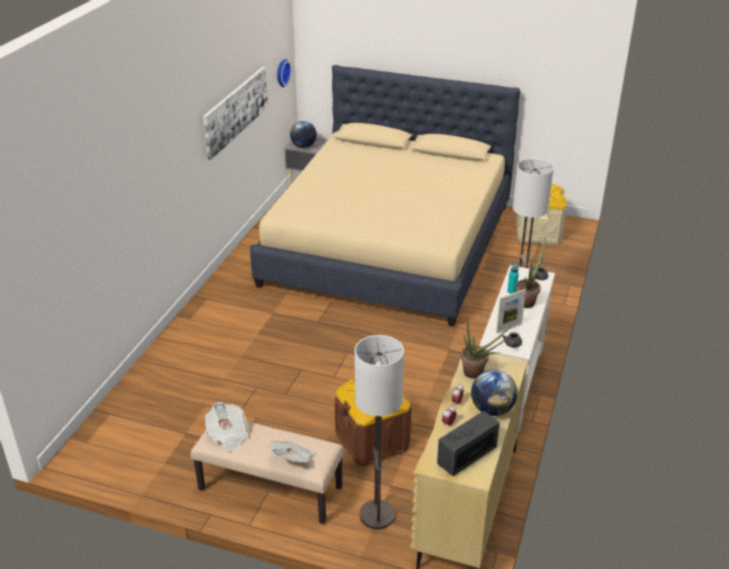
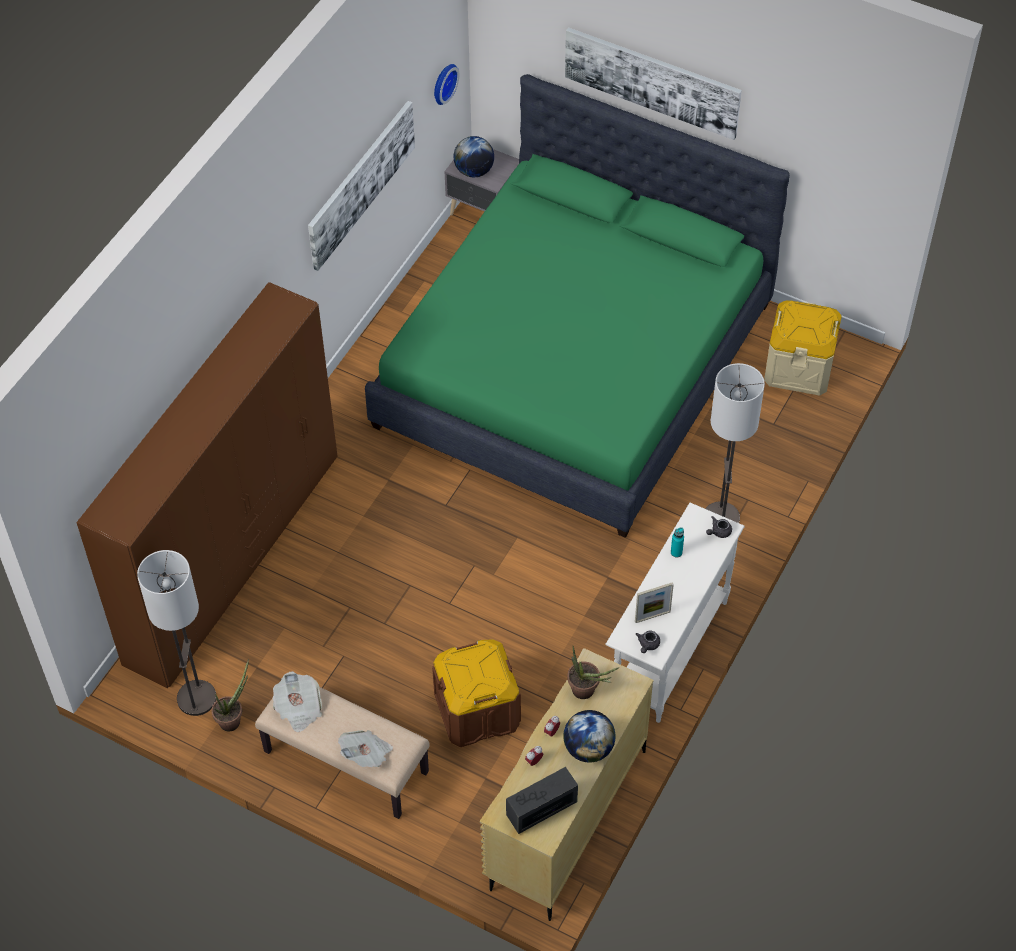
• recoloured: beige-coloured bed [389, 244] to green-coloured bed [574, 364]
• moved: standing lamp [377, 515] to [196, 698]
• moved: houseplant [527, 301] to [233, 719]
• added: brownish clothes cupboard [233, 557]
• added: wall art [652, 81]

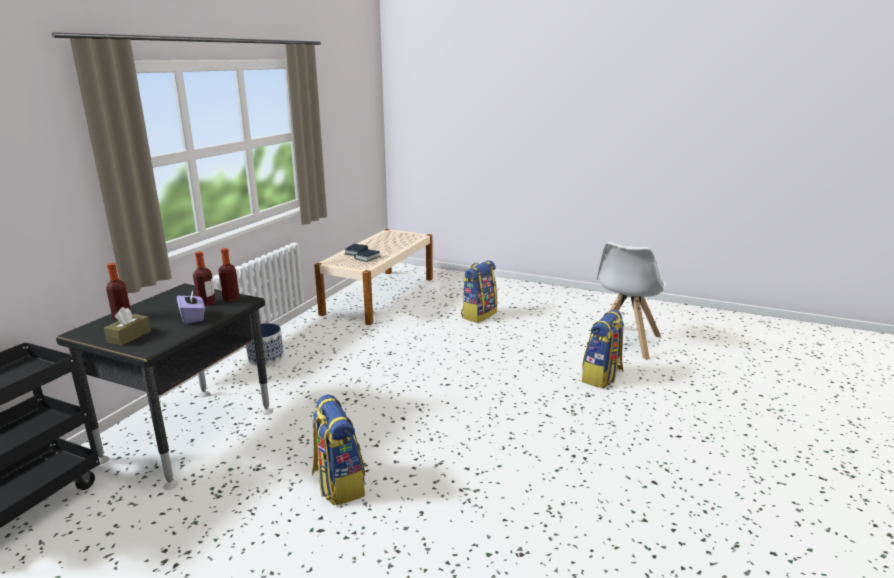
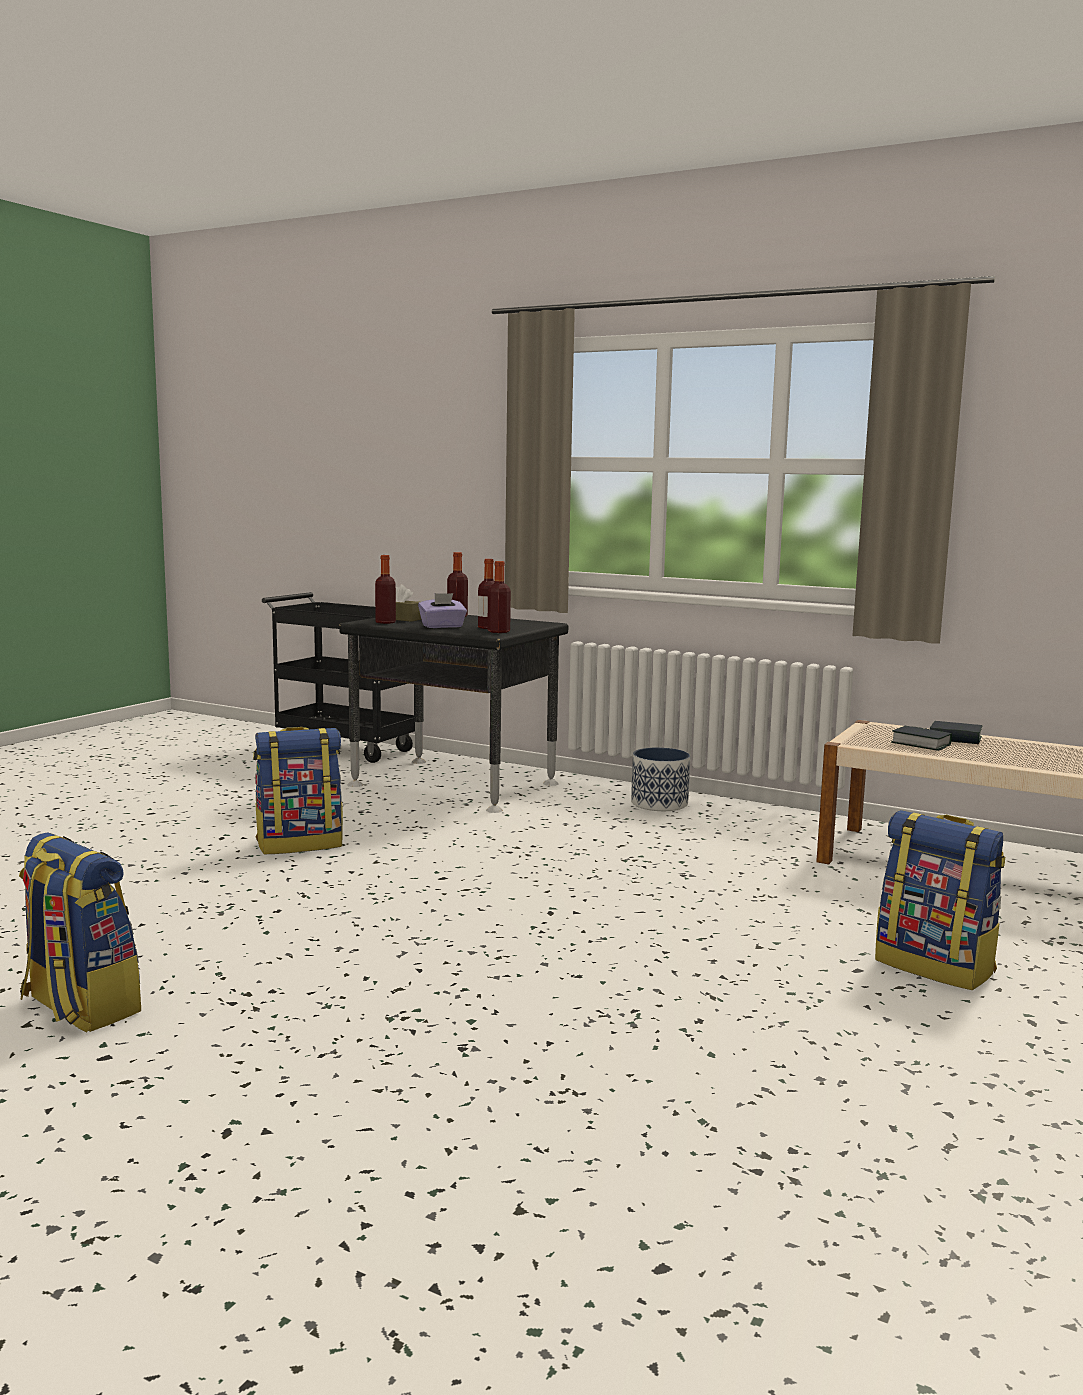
• moved: knapsack [602, 377] to [79, 1007]
• removed: upright chair [624, 342]
• added: bottle [385, 622]

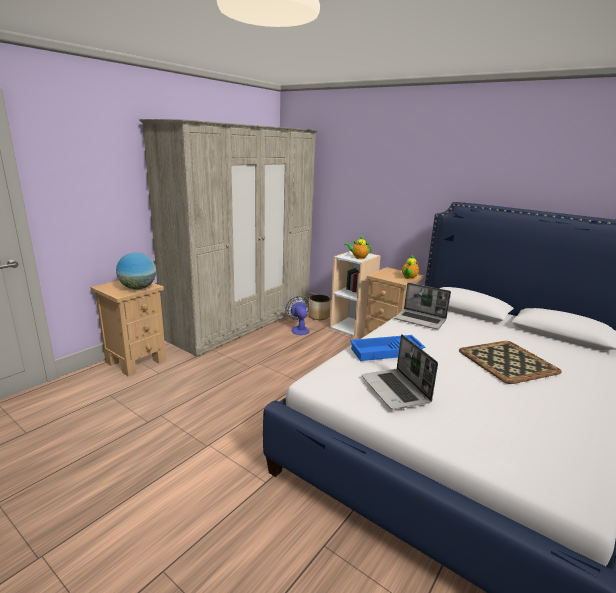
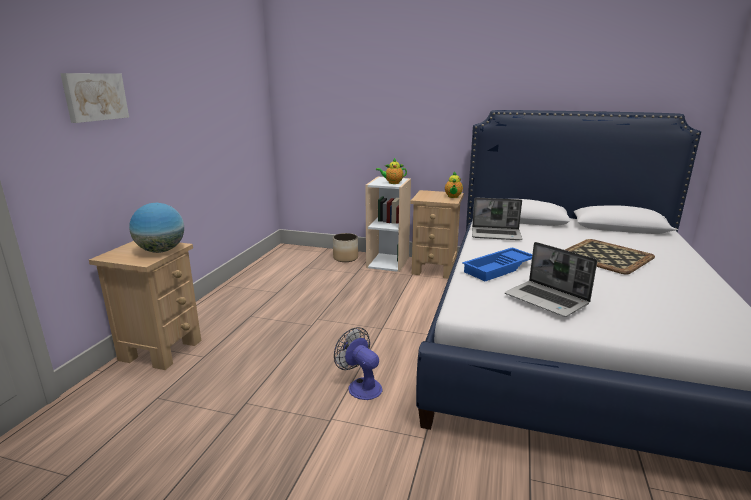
• removed: beige-coloured clothes cupboard [243, 321]
• moved: electric fan [299, 329] to [360, 386]
• added: wall art [94, 97]

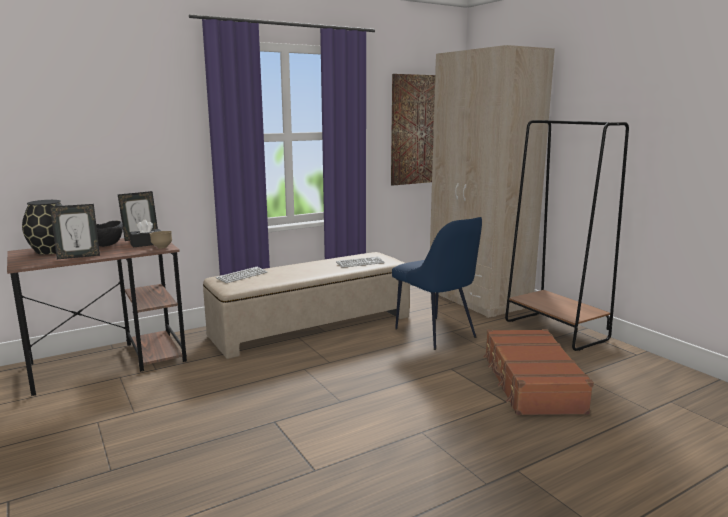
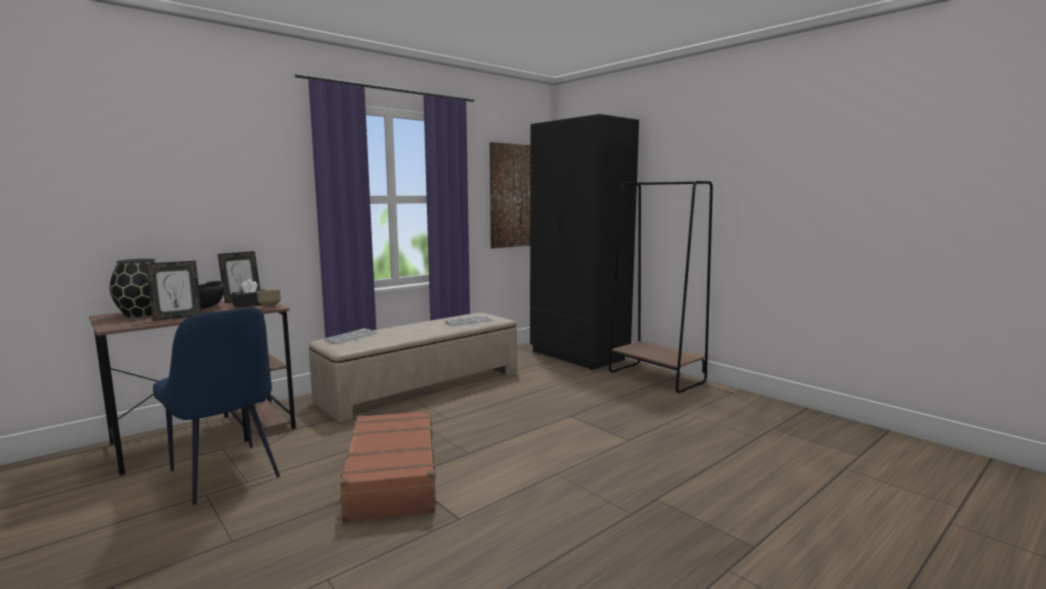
• moved: bluish upright chair [436, 333] to [226, 473]
• recoloured: beige-coloured clothes cupboard [478, 300] to black clothes cupboard [579, 356]
• moved: brownish piece of luggage [531, 383] to [391, 477]

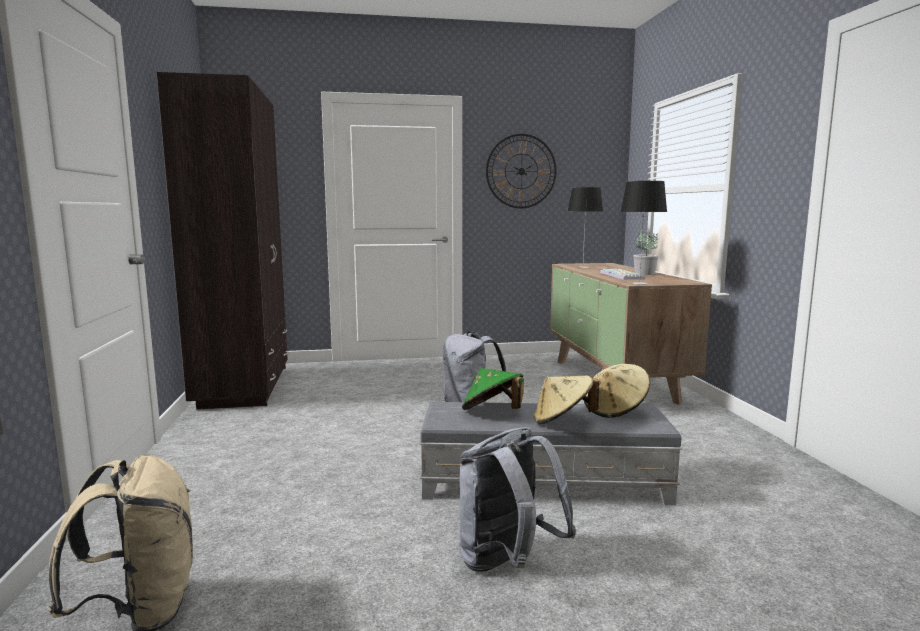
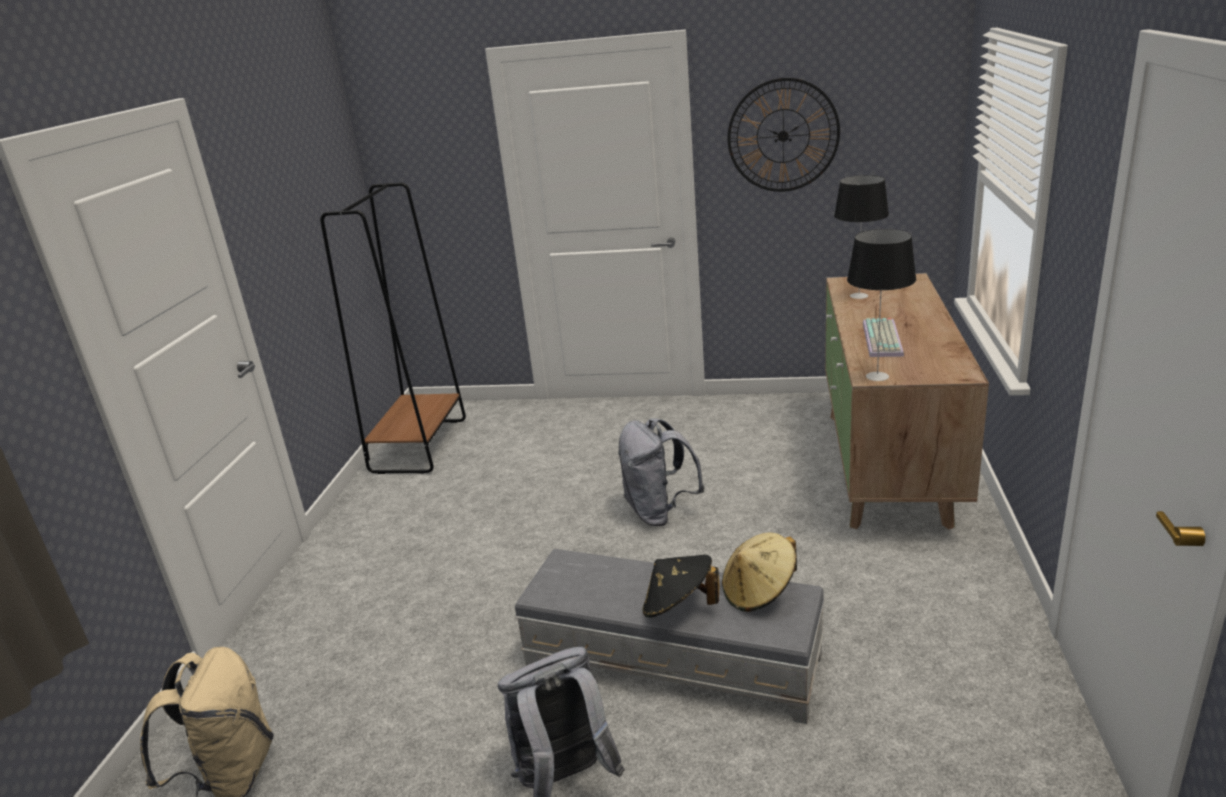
• replaced: brownish clothes cupboard [244, 387] to garment stand [419, 446]
• removed: green-coloured hat [492, 412]
• recoloured: beige-coloured hat [562, 420] to black hat [679, 607]
• removed: houseplant [644, 273]

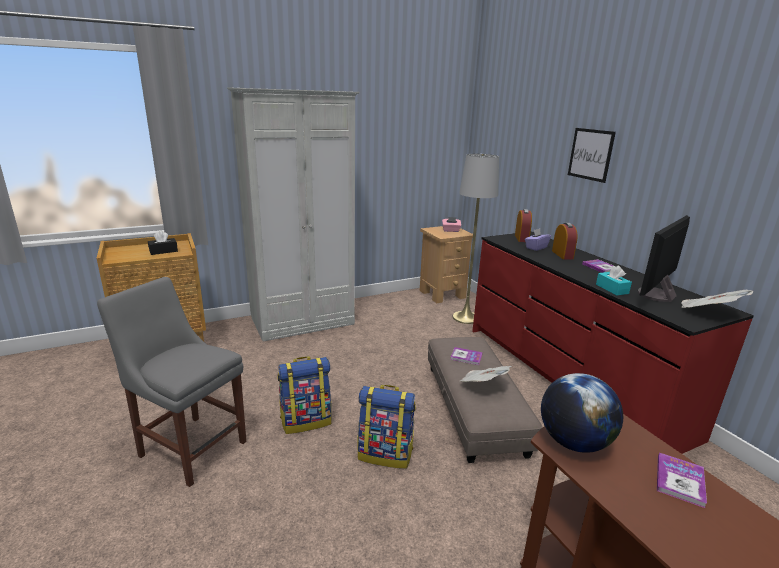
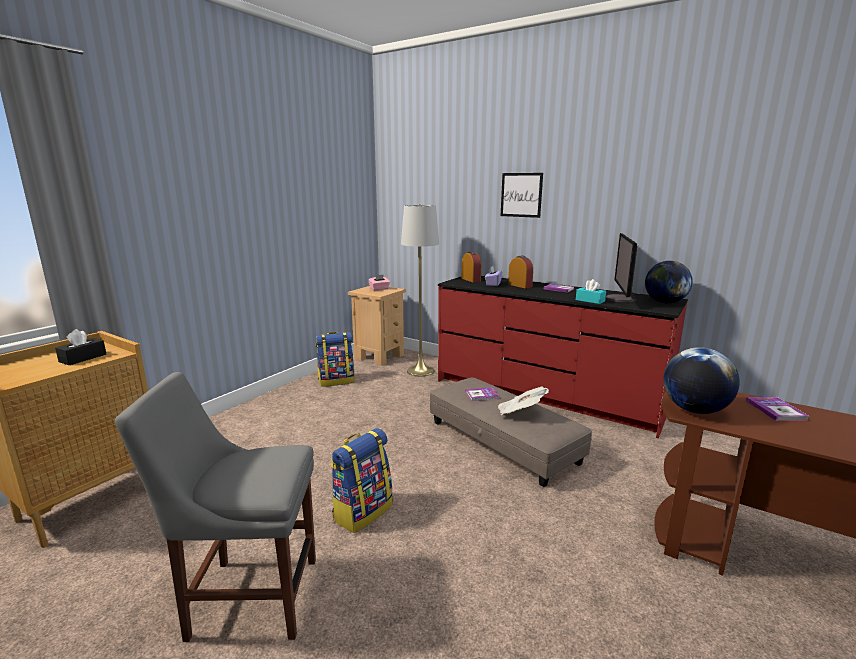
• removed: white clothes cupboard [302, 320]
• moved: knapsack [386, 454] to [336, 381]
• replaced: newspaper [708, 312] to desk globe [665, 302]

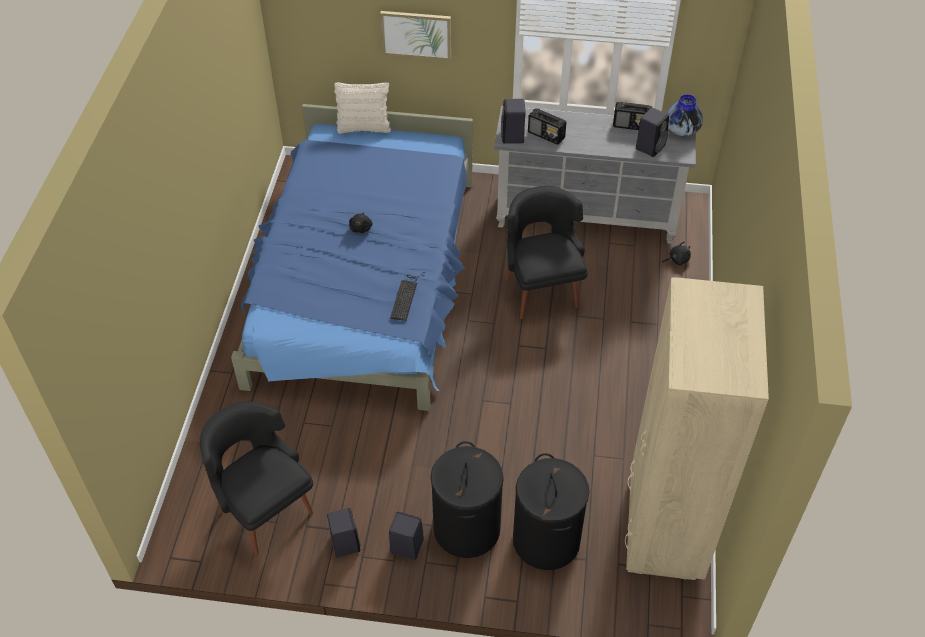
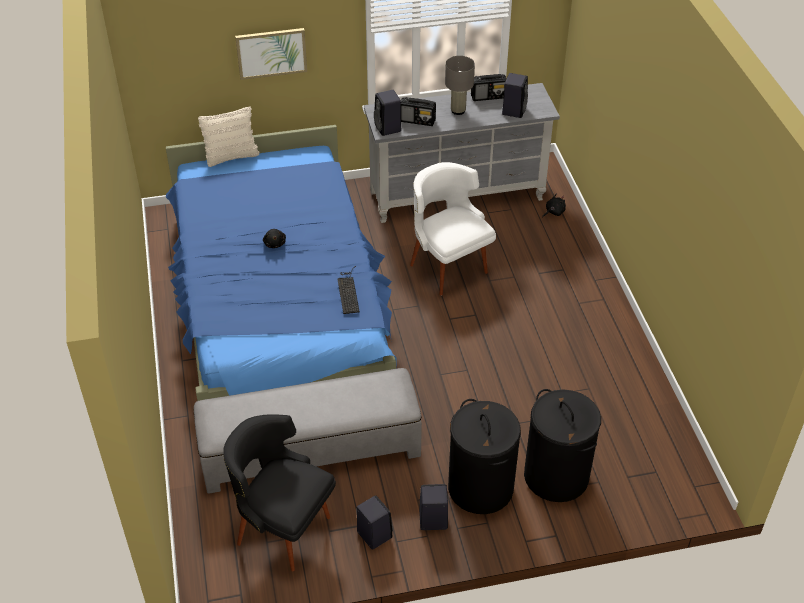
• recoloured: black upright chair [541, 293] to white upright chair [449, 270]
• removed: beige-coloured clothes cupboard [664, 528]
• removed: vase [681, 130]
• added: gray long seat [311, 448]
• added: gray lamp for a table [458, 110]

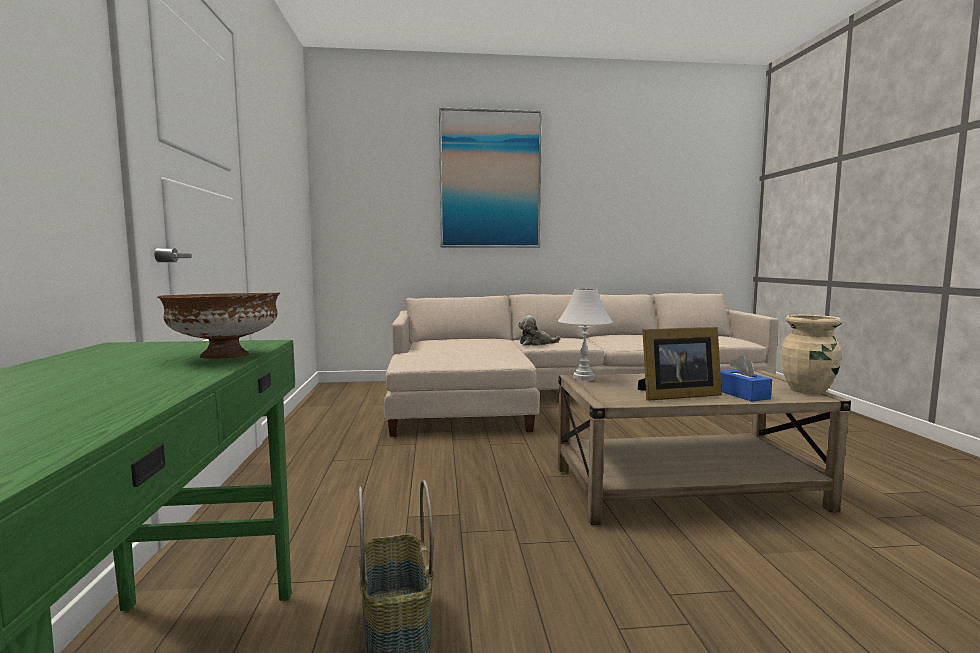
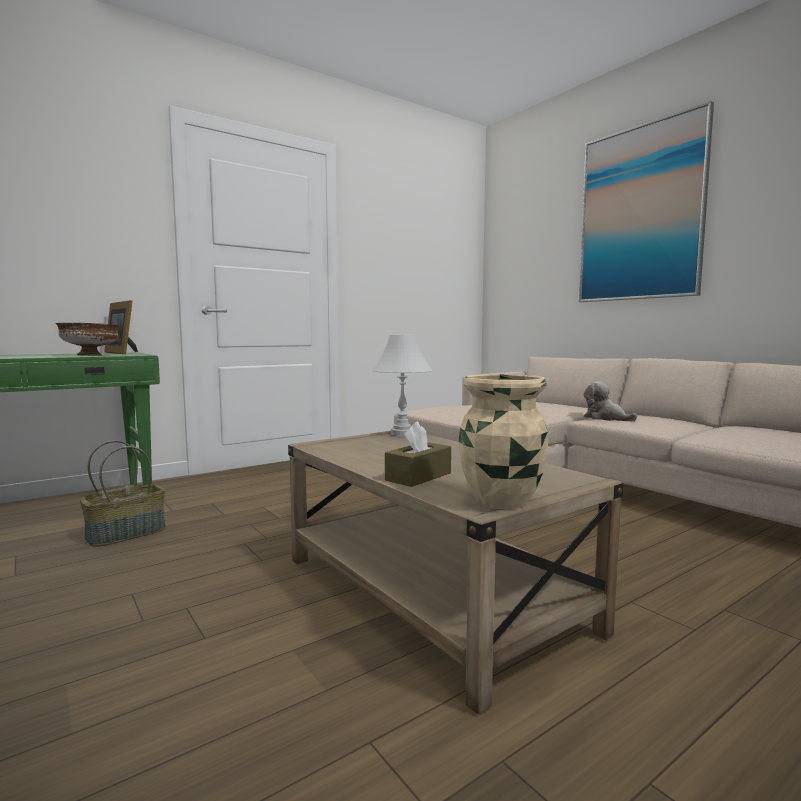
• moved: photo frame [675, 395] to [123, 353]
• recoloured: bluish tissue holder [742, 394] to brownish tissue holder [418, 476]

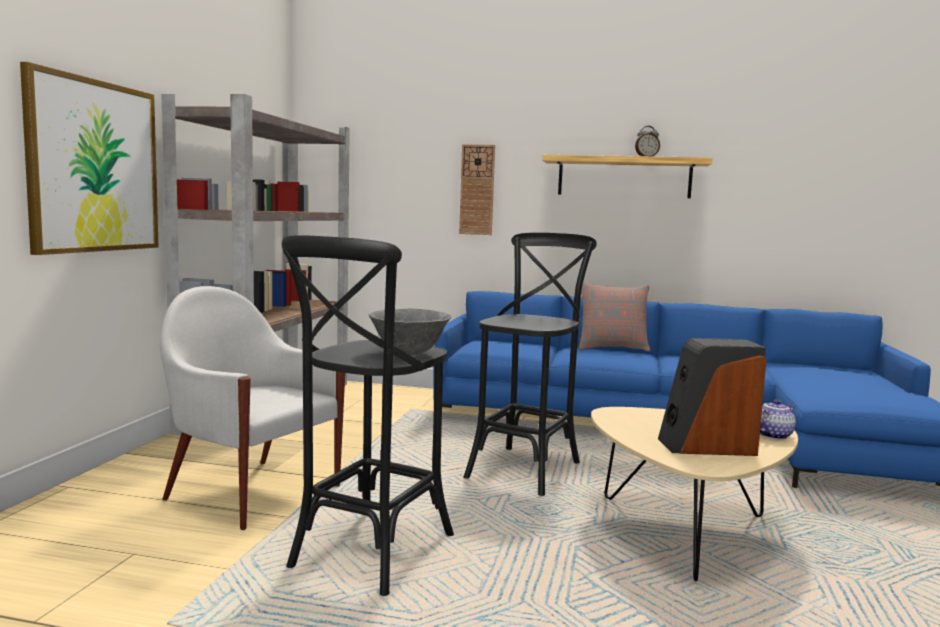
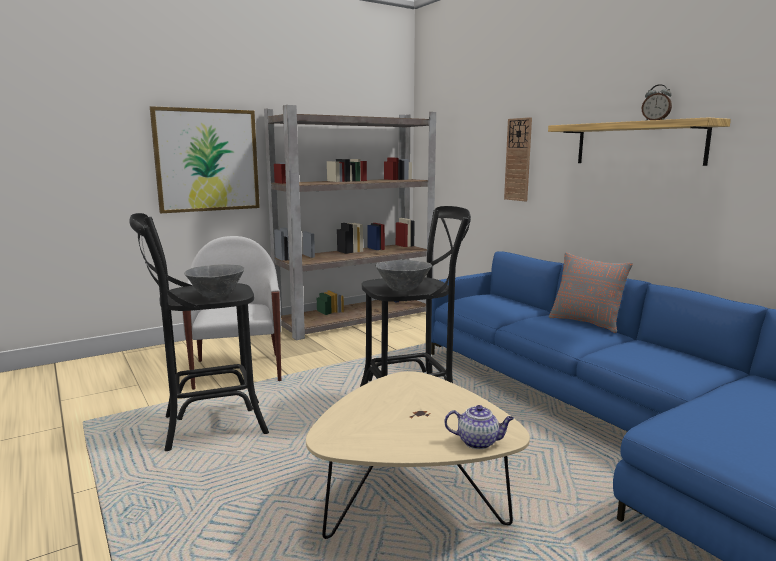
• removed: audio speaker [706, 446]
• added: gray bowl [403, 290]

